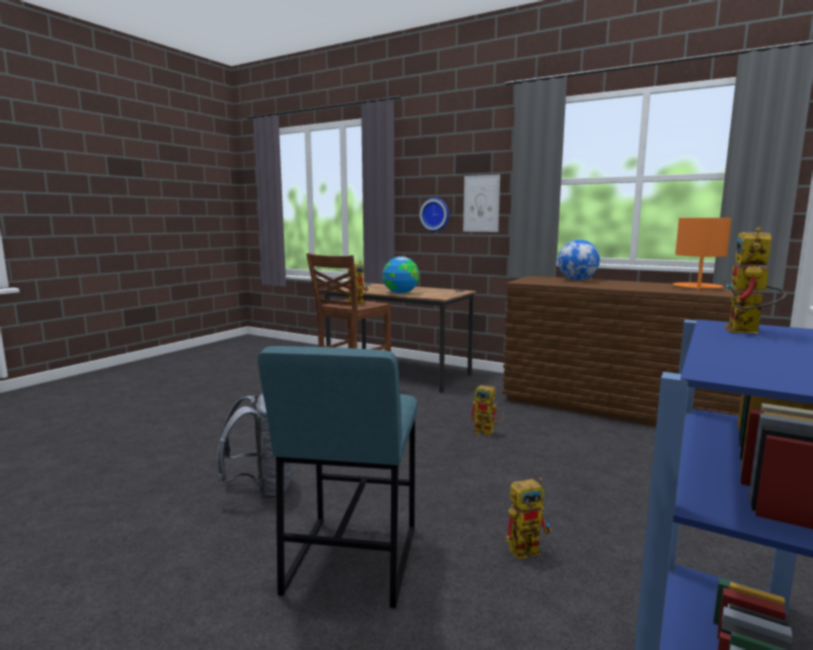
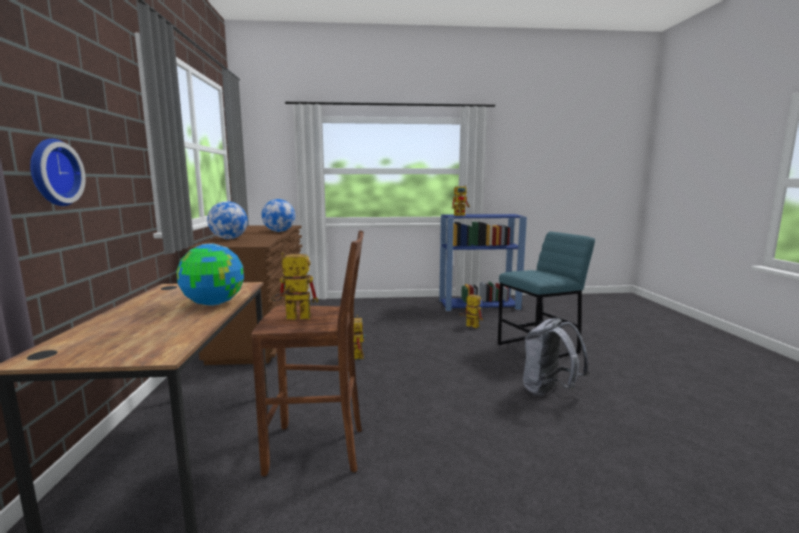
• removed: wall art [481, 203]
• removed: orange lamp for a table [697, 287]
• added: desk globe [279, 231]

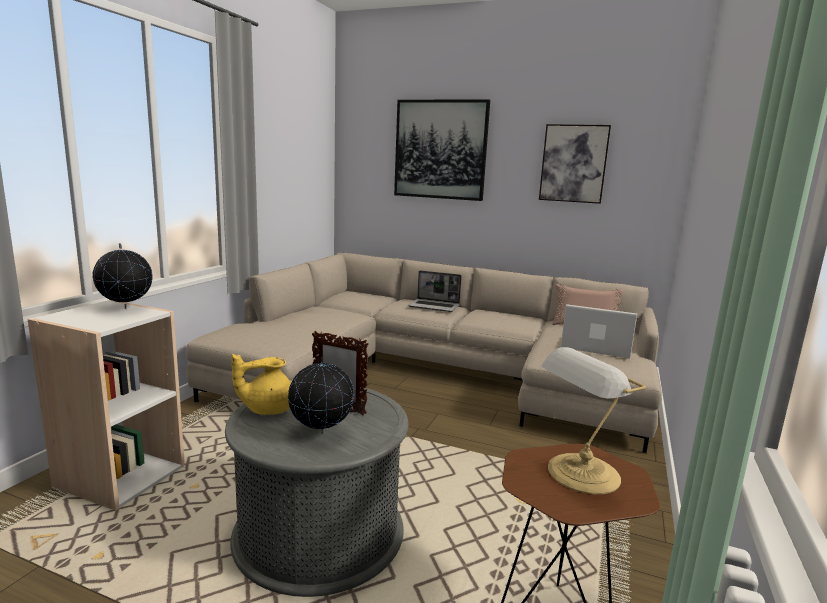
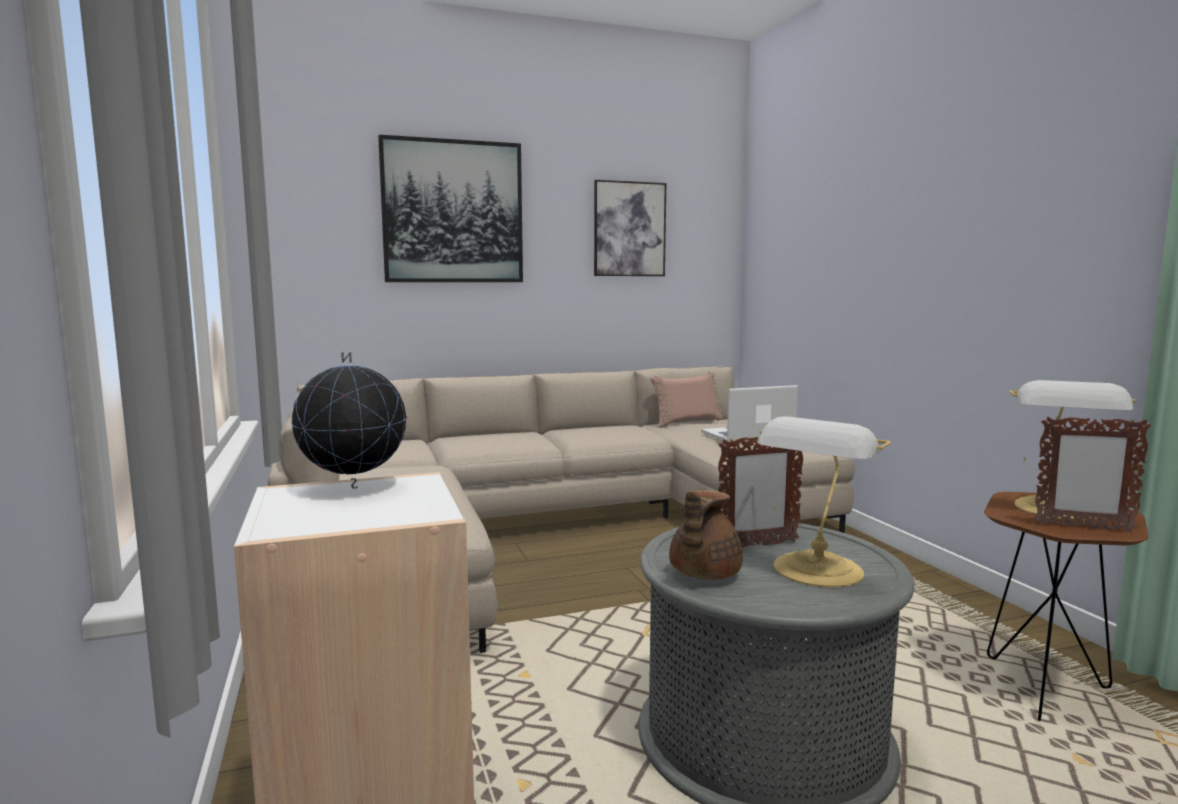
• recoloured: yellowish teapot [267, 409] to brownish teapot [702, 574]
• replaced: desk globe [321, 433] to lamp for a table [816, 571]
• removed: laptop [435, 306]
• added: photo frame [1082, 527]

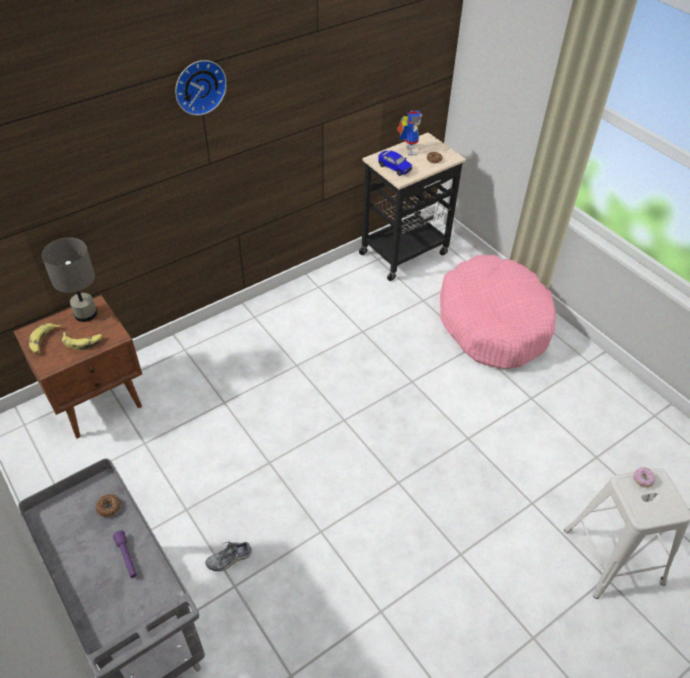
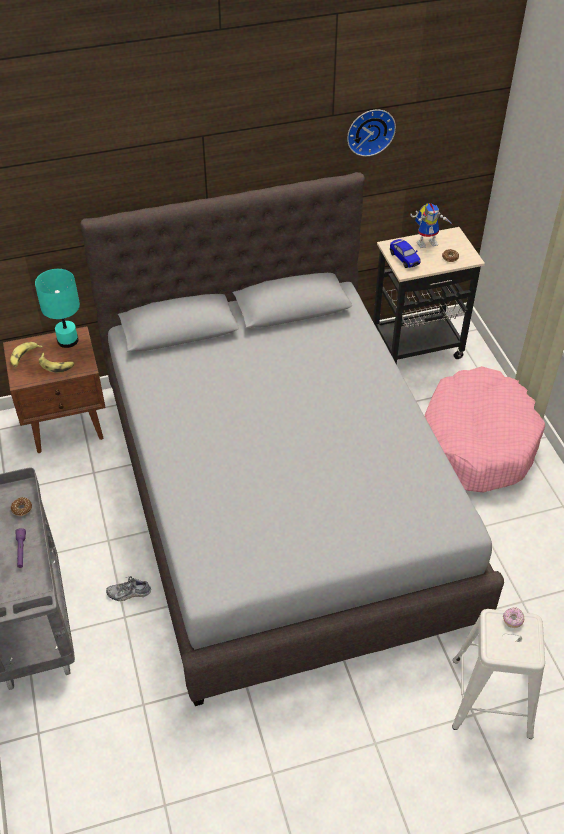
• recoloured: gray lamp for a table [85, 314] to turquoise-coloured lamp for a table [67, 340]
• moved: hanging clock [199, 86] to [370, 131]
• turned: toy robot [407, 149] = [427, 241] 60 degrees clockwise
• added: gray bed [282, 497]

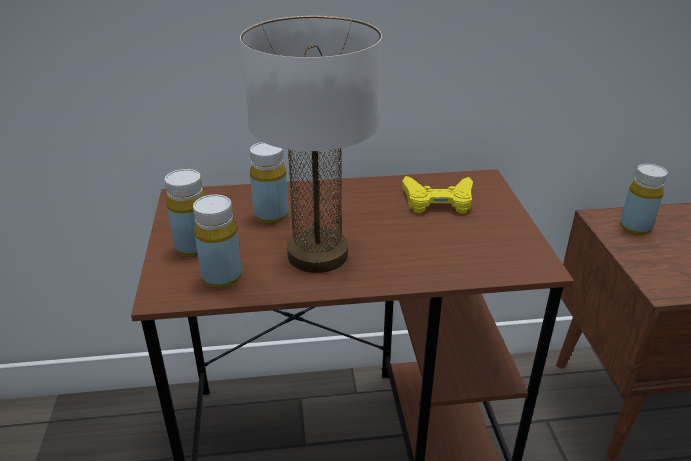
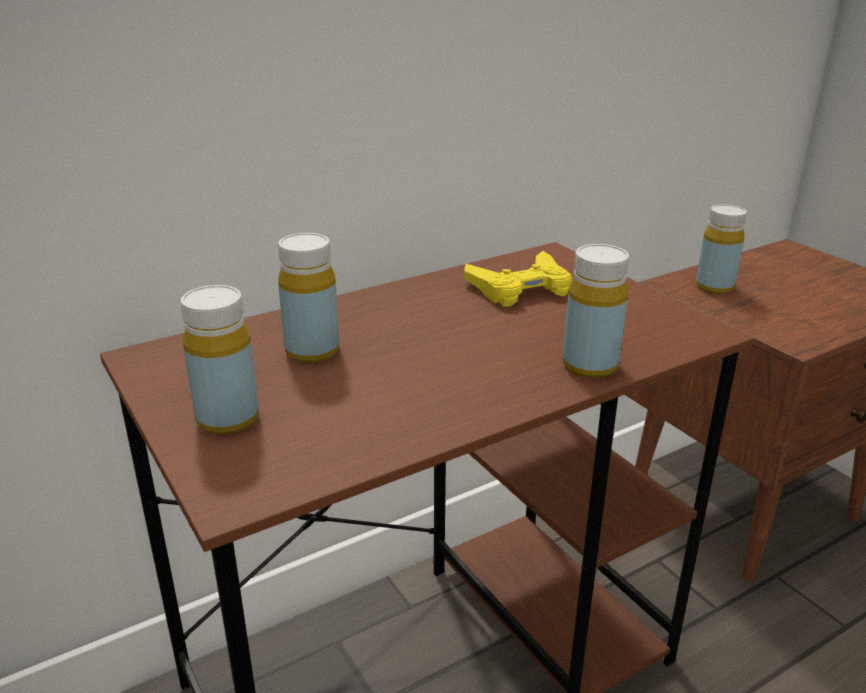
• moved: yellowish bottle [222, 277] to [590, 365]
• removed: lamp for a table [317, 254]

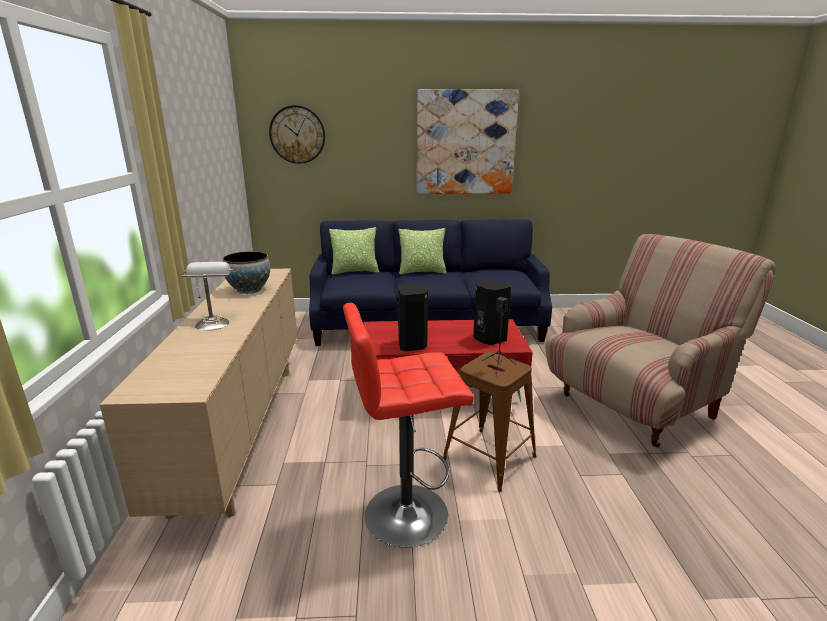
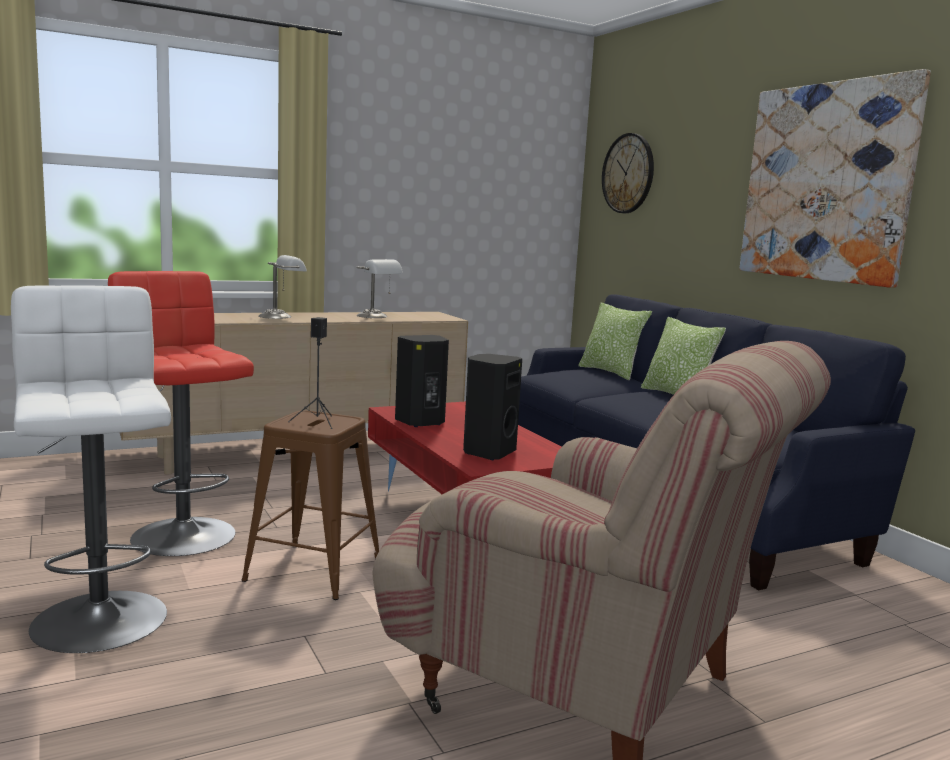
• replaced: bowl [249, 290] to white lamp for a table [377, 317]
• added: white stool [101, 620]

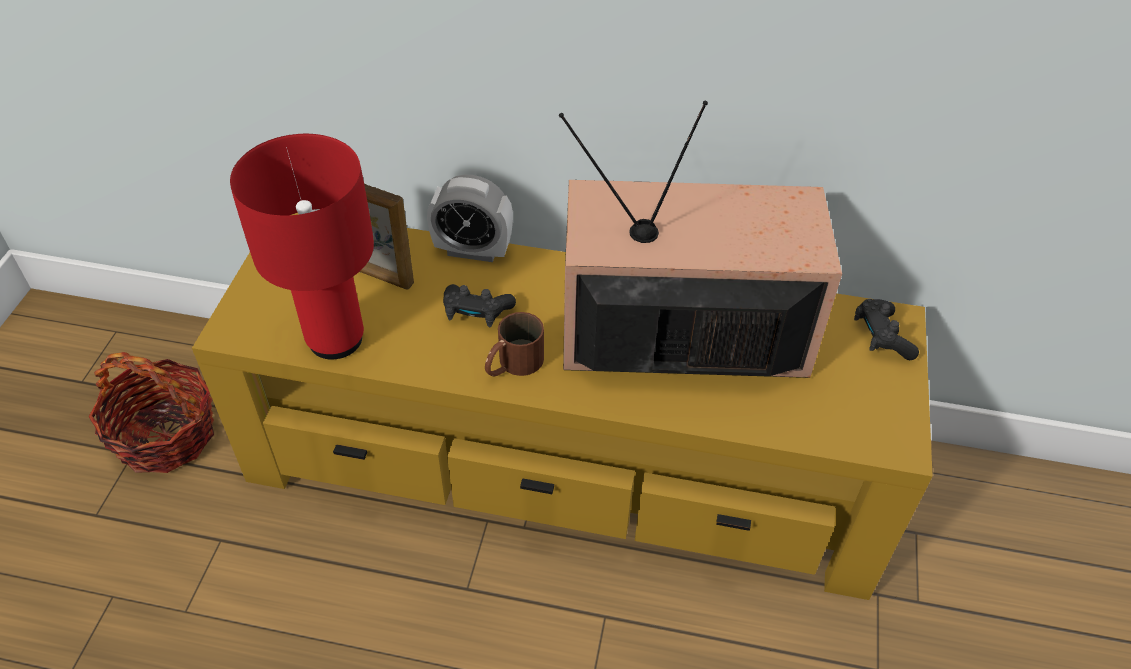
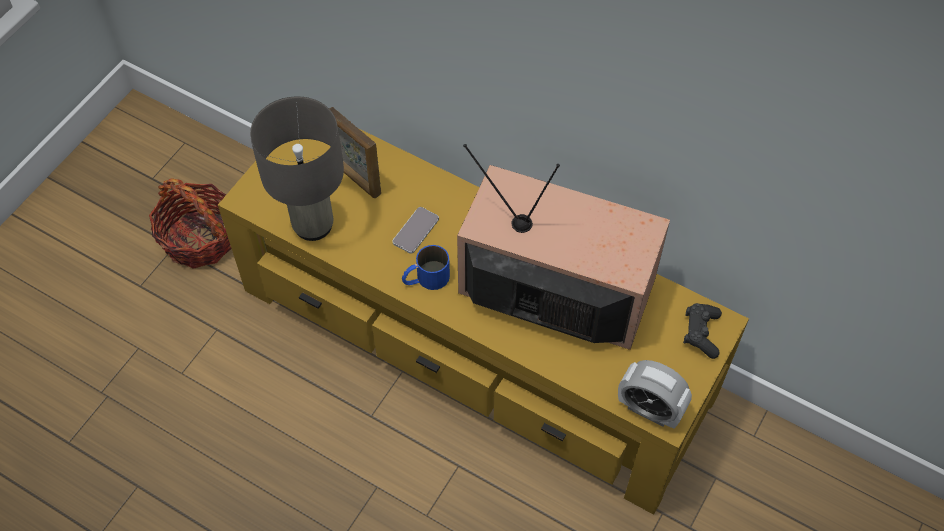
• recoloured: red lamp for a table [334, 339] to gray lamp for a table [312, 224]
• moved: bedside clock [472, 251] to [649, 409]
• replaced: black joypad [476, 313] to handset [415, 231]
• recoloured: brownish coffee mug [512, 364] to bluish coffee mug [425, 279]

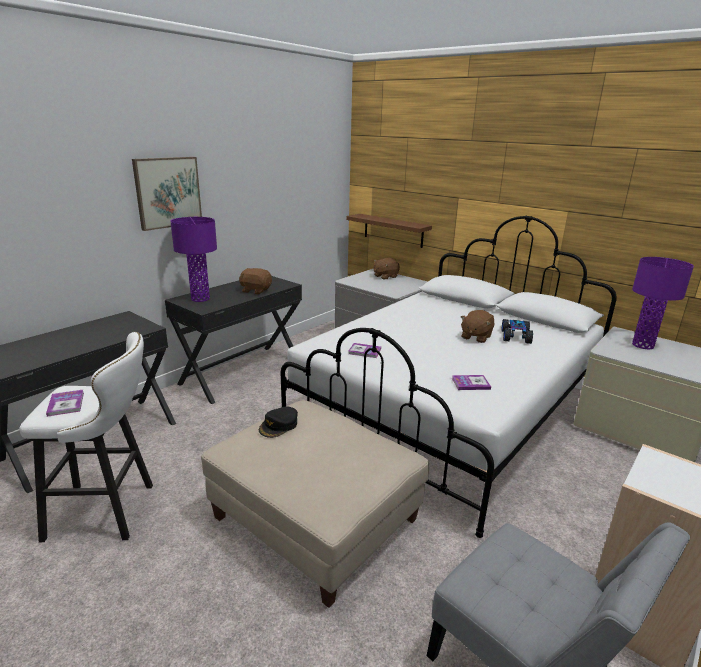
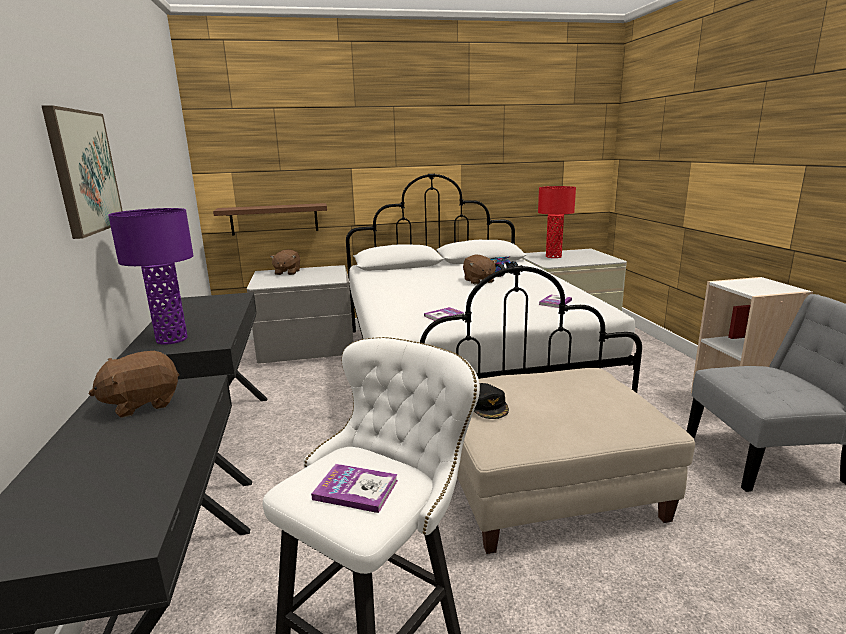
• moved: brownish cuddly toy [256, 290] to [142, 404]
• recoloured: purplish lamp for a table [643, 345] to red lamp for a table [553, 256]

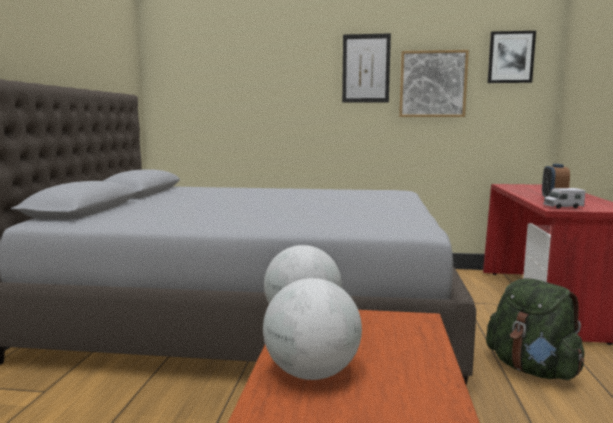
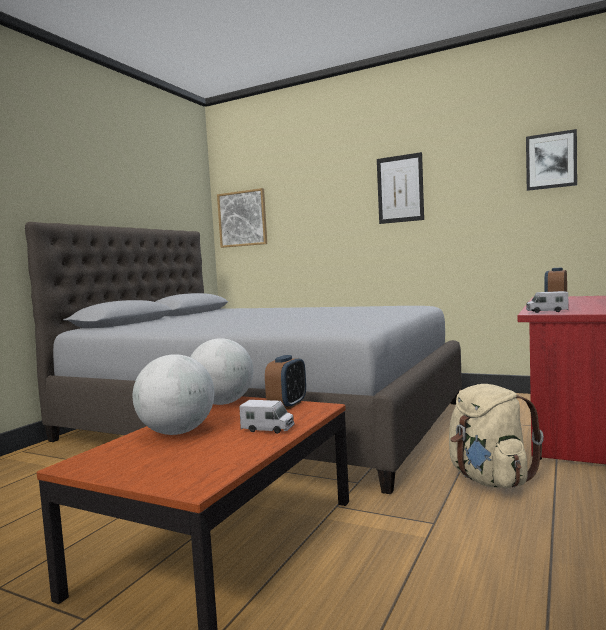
• moved: wall art [432, 84] to [242, 218]
• recoloured: green-coloured knapsack [532, 369] to beige-coloured knapsack [489, 480]
• added: toy truck [268, 429]
• added: bedside clock [287, 405]

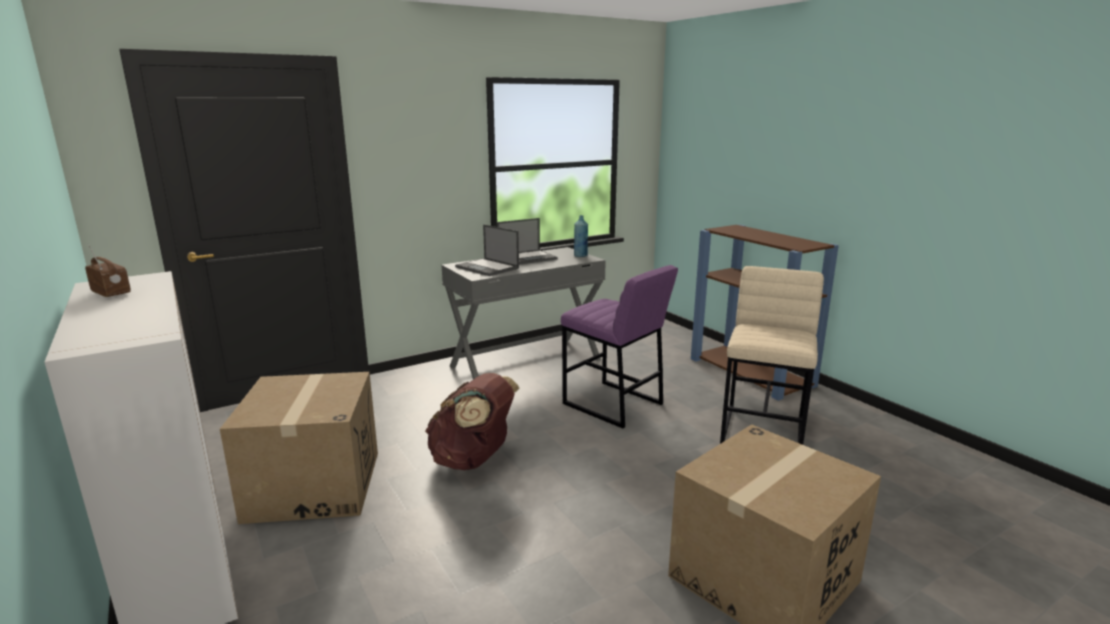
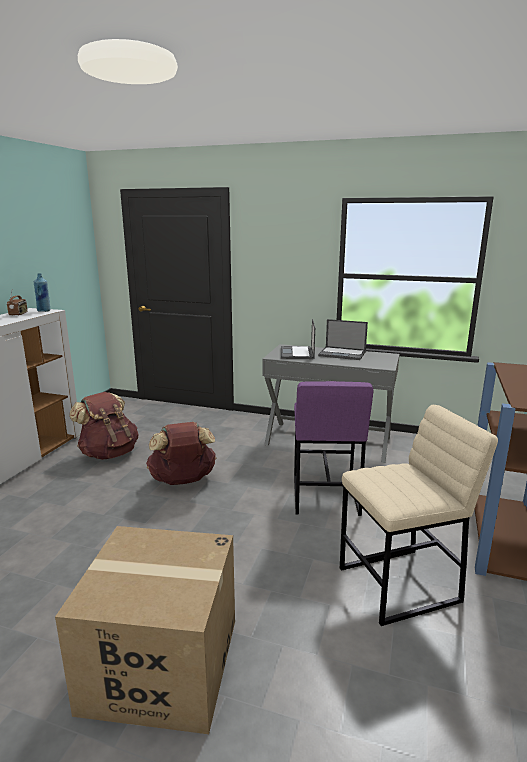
• replaced: cardboard box [313, 485] to brownish knapsack [109, 453]
• moved: bluish bottle [580, 256] to [44, 311]

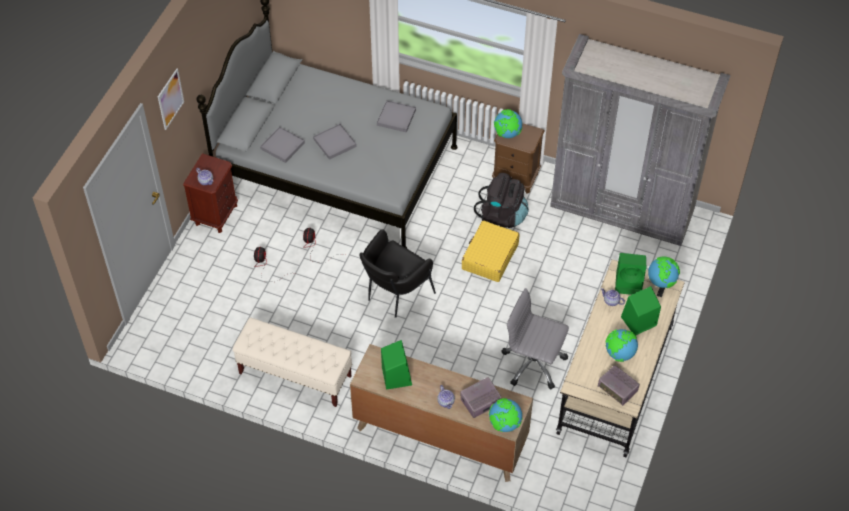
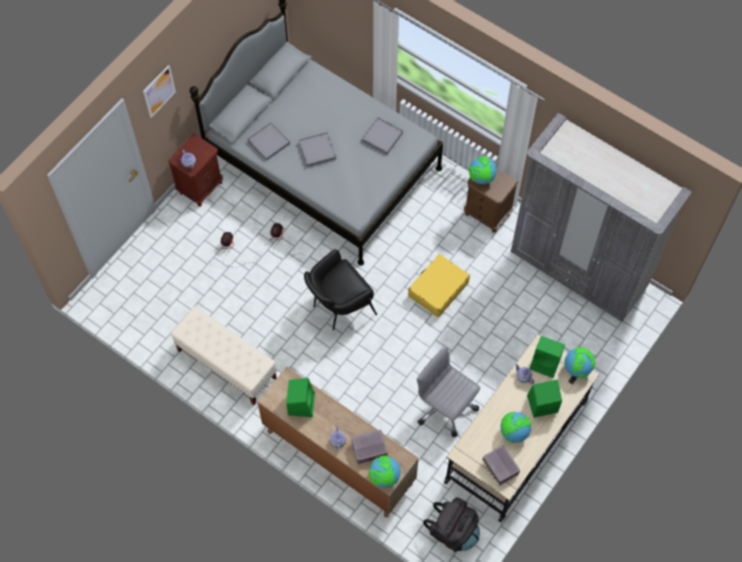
• moved: black knapsack [502, 215] to [453, 531]

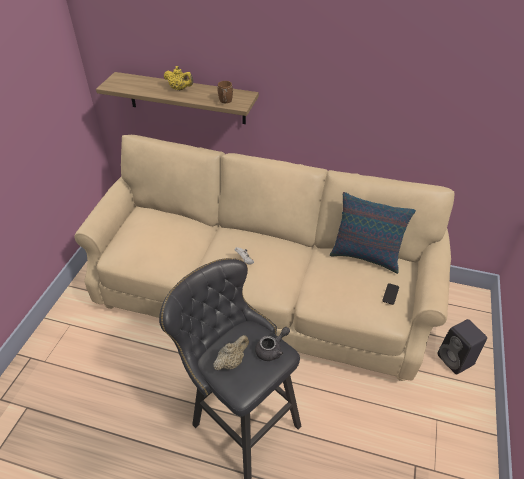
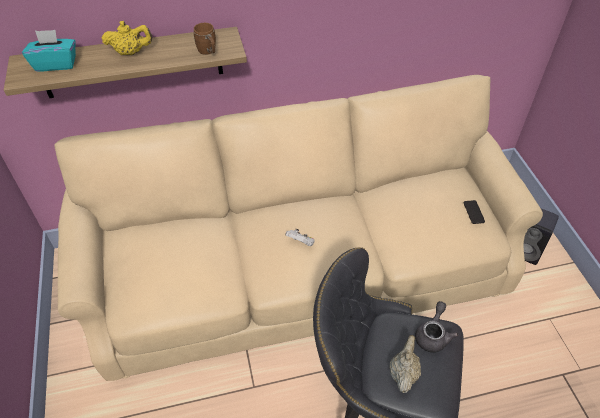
• removed: bluish cushion [365, 257]
• added: turquoise-coloured tissue holder [56, 64]

